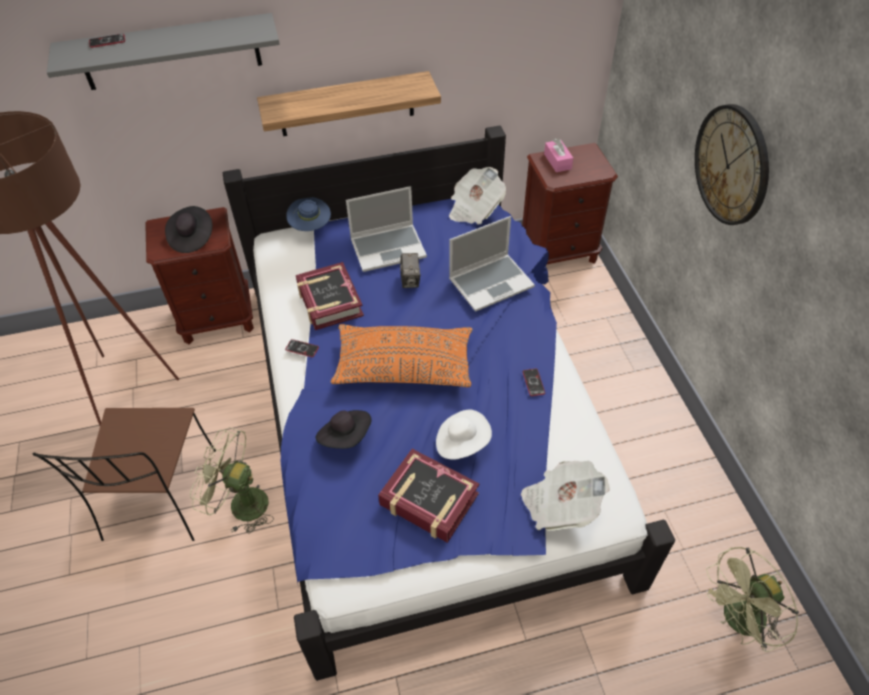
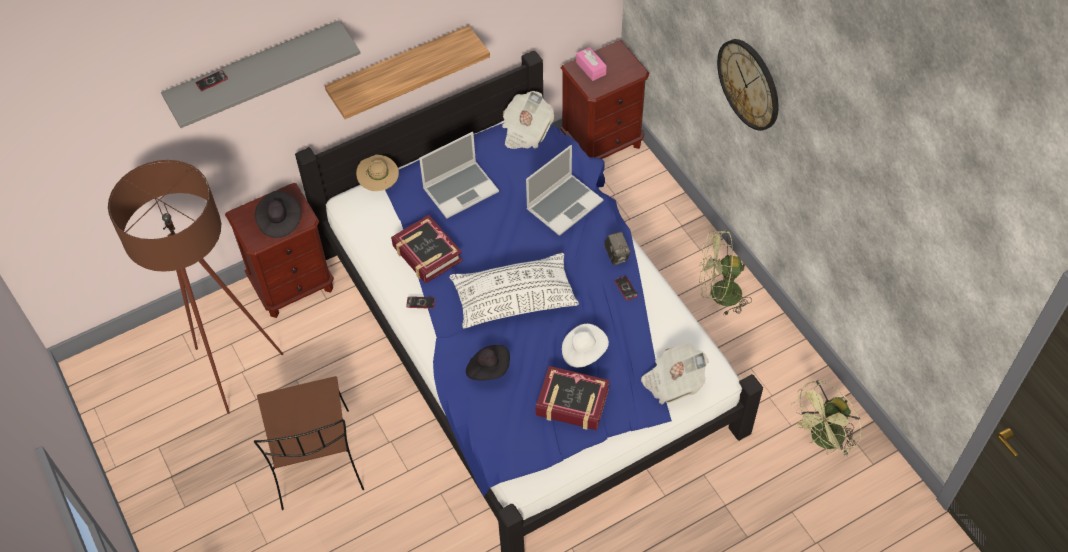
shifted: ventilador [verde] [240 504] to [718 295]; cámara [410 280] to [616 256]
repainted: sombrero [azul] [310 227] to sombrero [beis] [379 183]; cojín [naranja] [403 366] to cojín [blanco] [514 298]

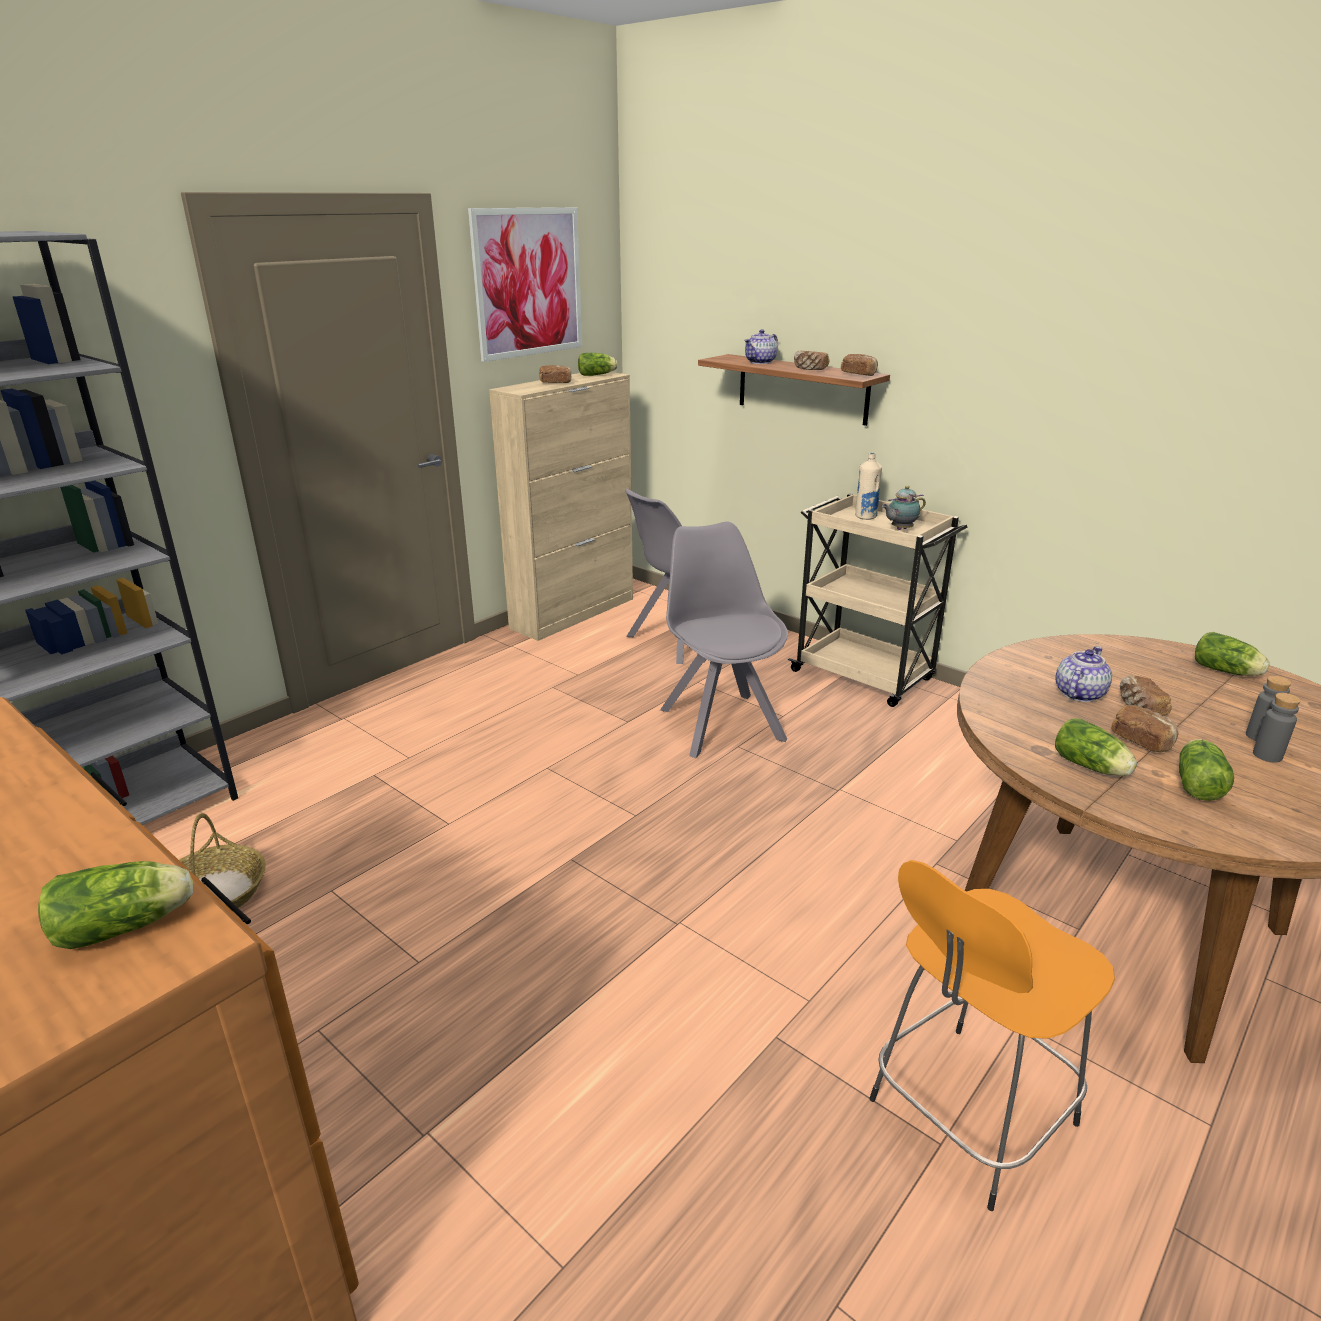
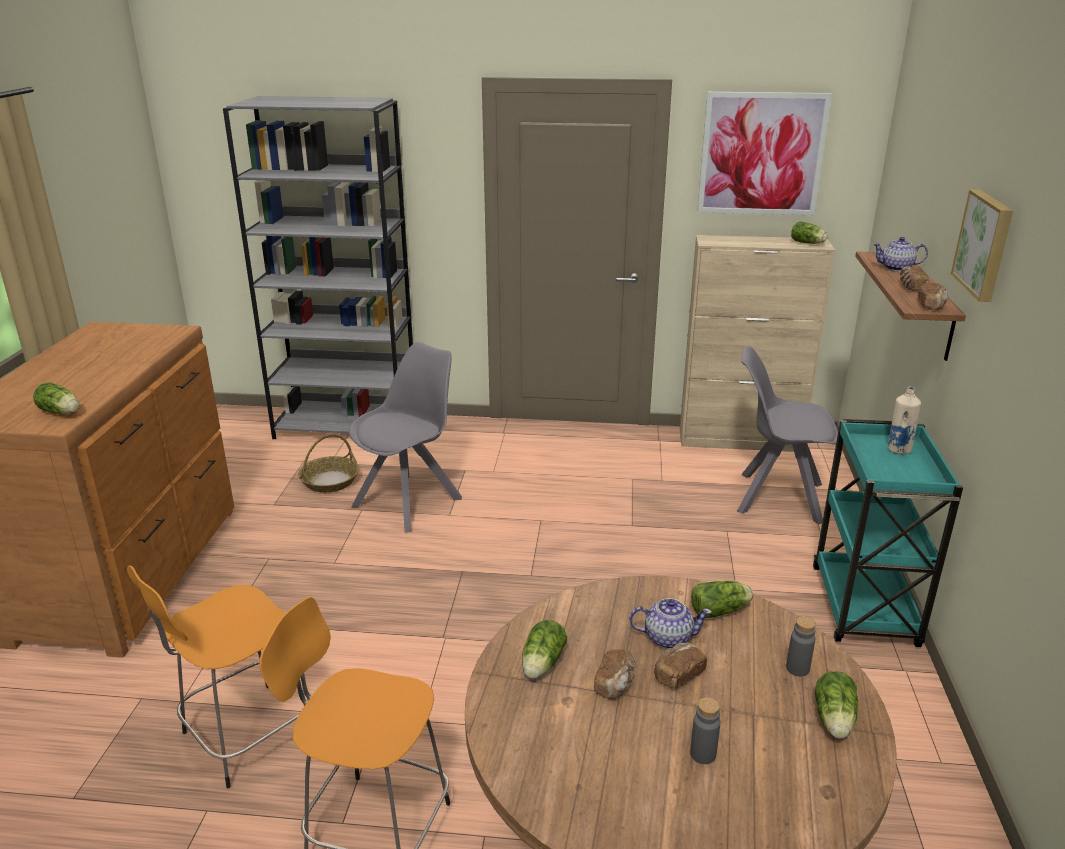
gone: pan [555 383]; tetera [900 529]
new: taburete [naranja] [244 736]; cuadro [985 244]
shifted: silla [gris] [720 722] to [409 501]; lechuga [1197 783] to [721 610]; botella [gris] [1267 755] to [797 668]
repainted: carrito [beis] [864 676] to carrito [turquesa] [864 608]

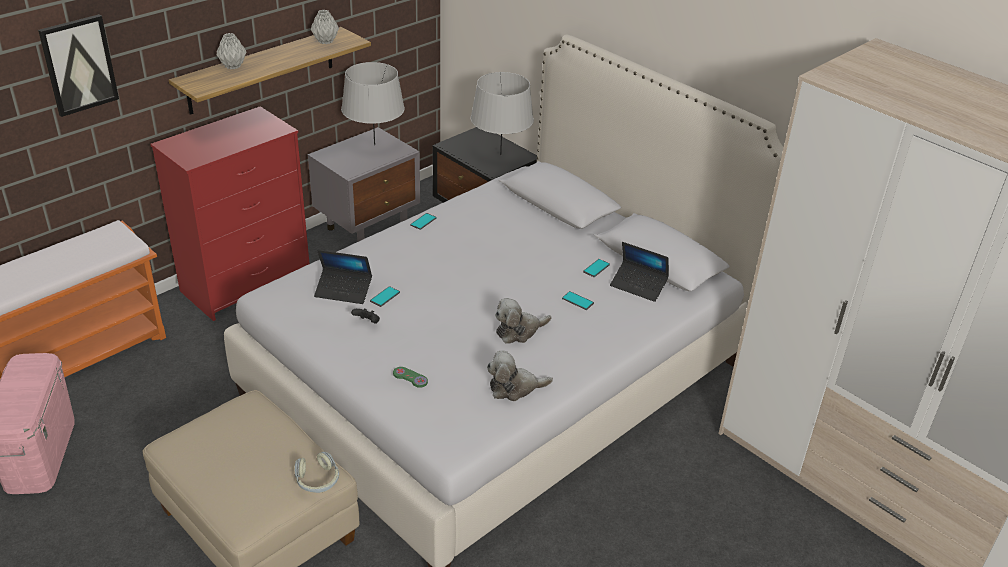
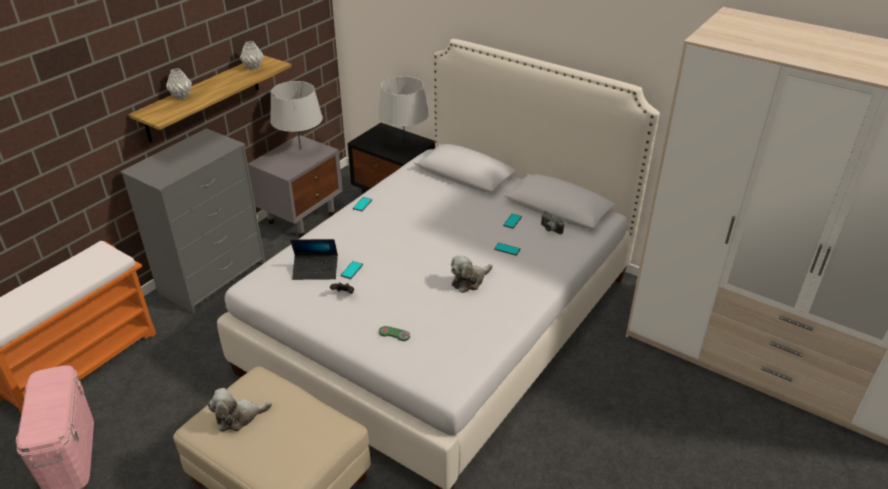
gone: cuadro [78 65]; auriculares [317 480]
shifted: peluche [514 387] to [239 417]
swapped: portátil [638 286] to cámara [549 230]
repainted: cómoda [rojo] [247 282] to cómoda [gris] [213 277]

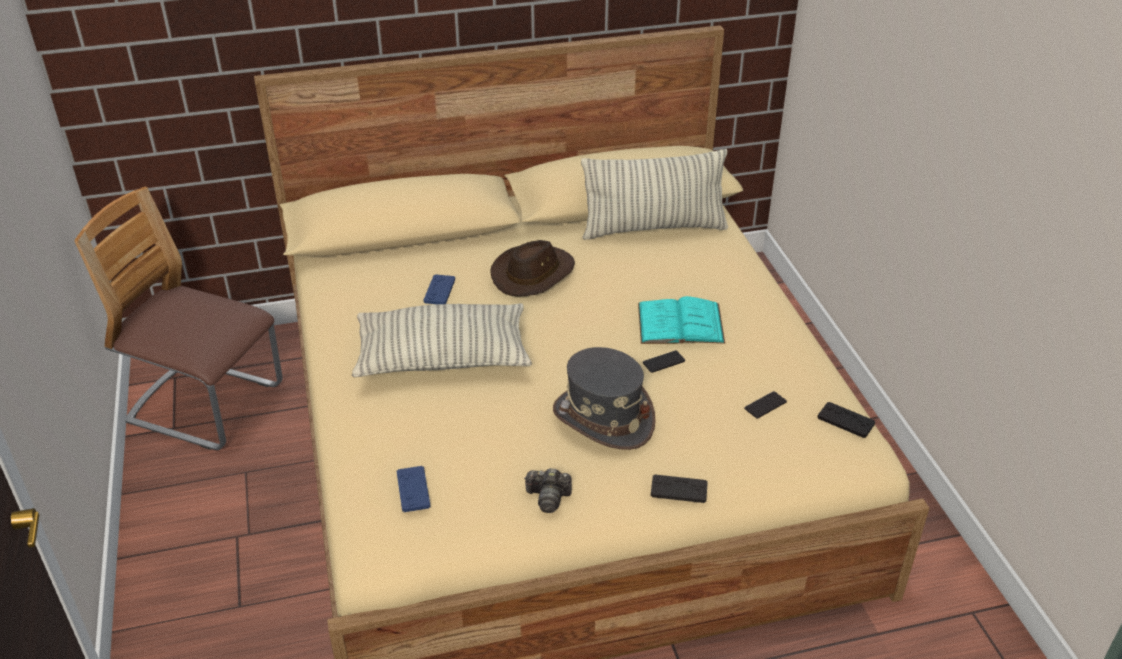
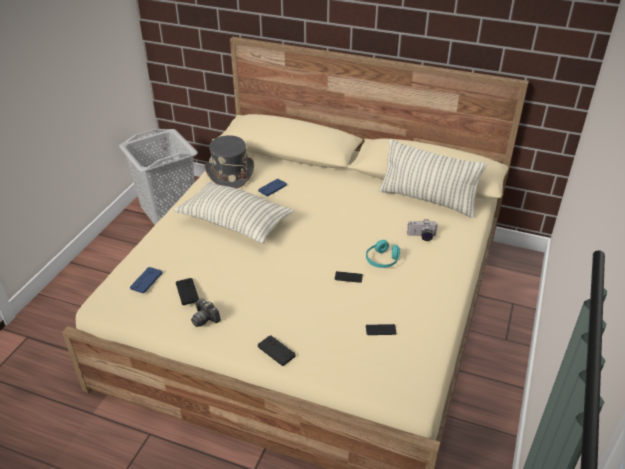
gone: sombrero [marrón] [533 273]
new: cámara [421 237]
shifted: sombrero [gris] [603 418] to [230 174]; mando de consola [negro] [845 421] to [187 292]
swapped: silla [206 405] to cesto de la ropa [gris] [168 209]; libro [turquesa] [680 323] to auriculares [turquesa] [382 260]

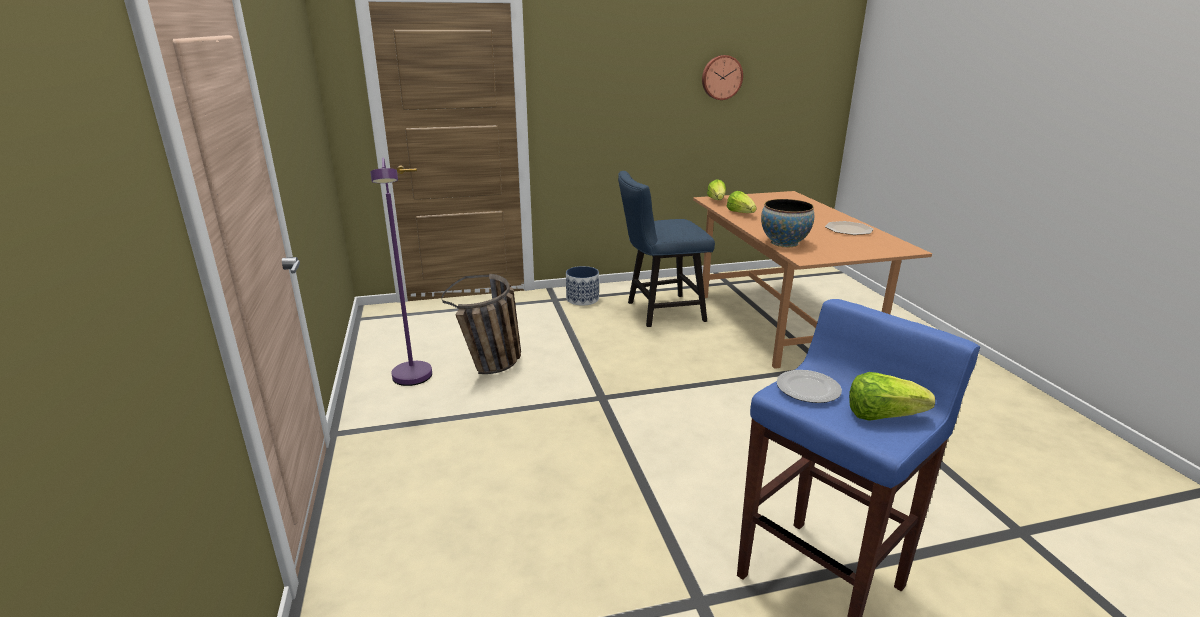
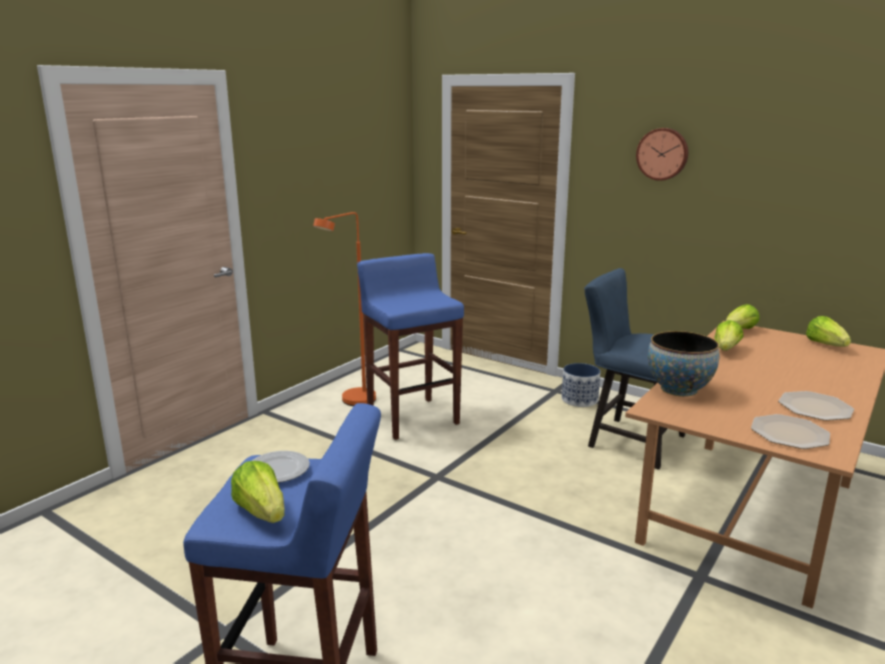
new: plato [790 434]; lechuga [826 345]
shifted: reloj de pared [721 77] to [662 154]
swapped: cesta [493 367] to taburete [azul] [412 418]
repainted: lámpara de pie [morado] [413 381] to lámpara de pie [naranja] [353 403]

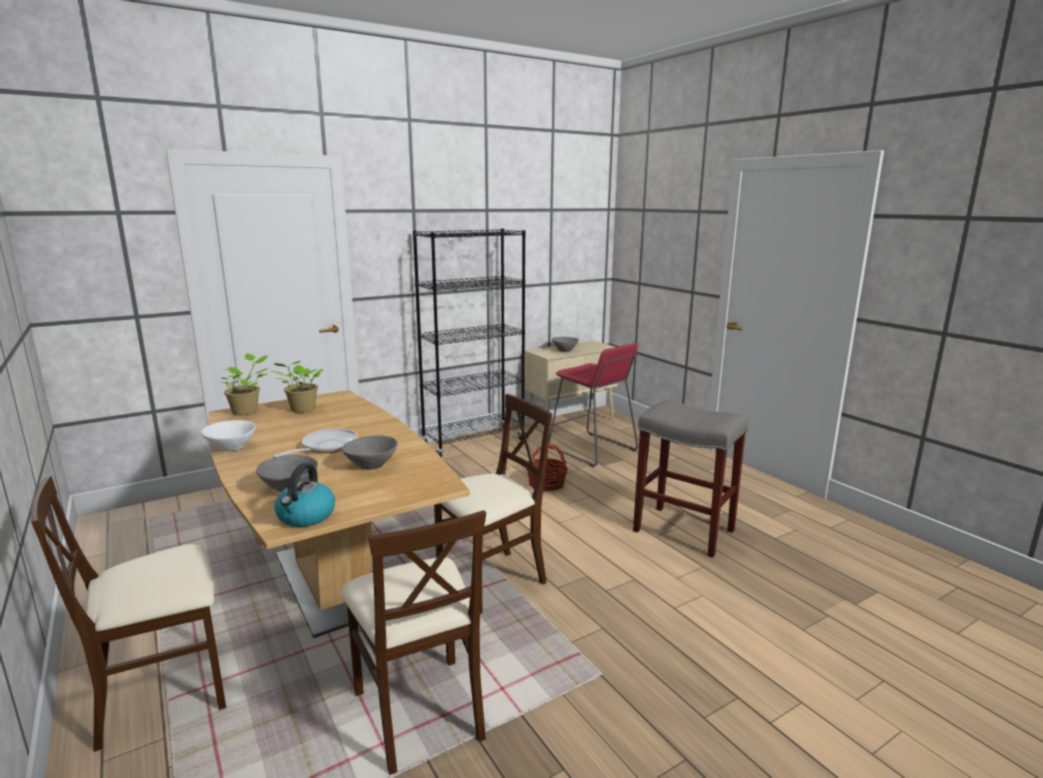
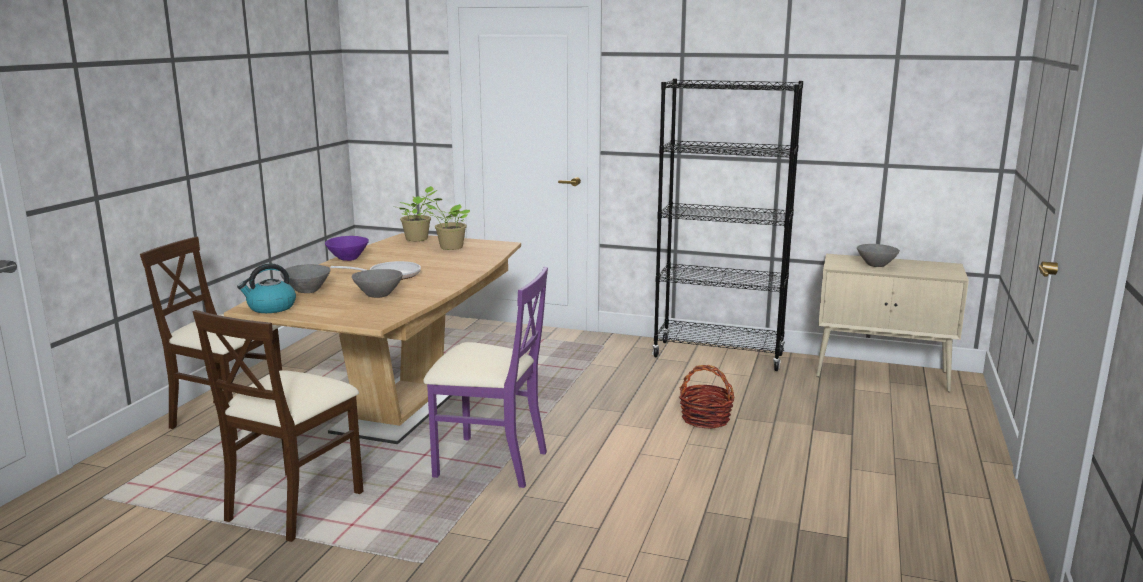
gone: taburete [rojo] [592 449]; taburete [gris] [685 531]
repainted: cuenco [blanco] [231 448] to cuenco [morado] [348 259]; silla [beis] [491 581] to silla [morado] [490 463]

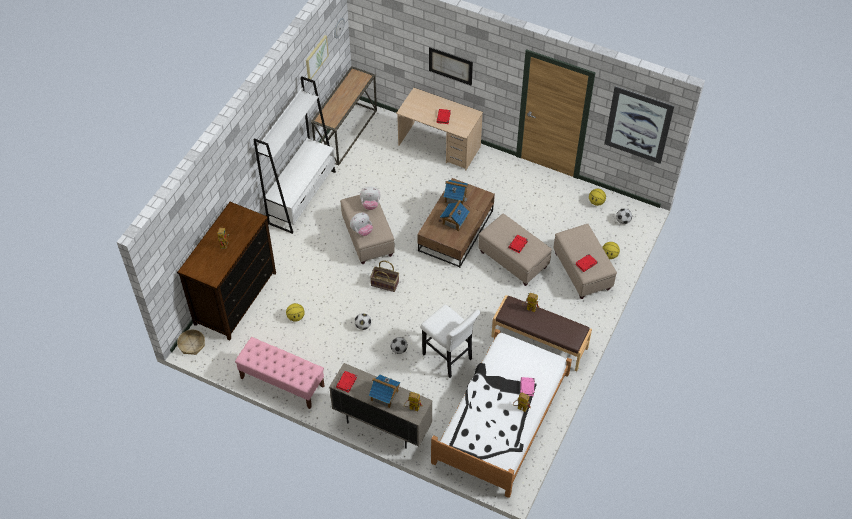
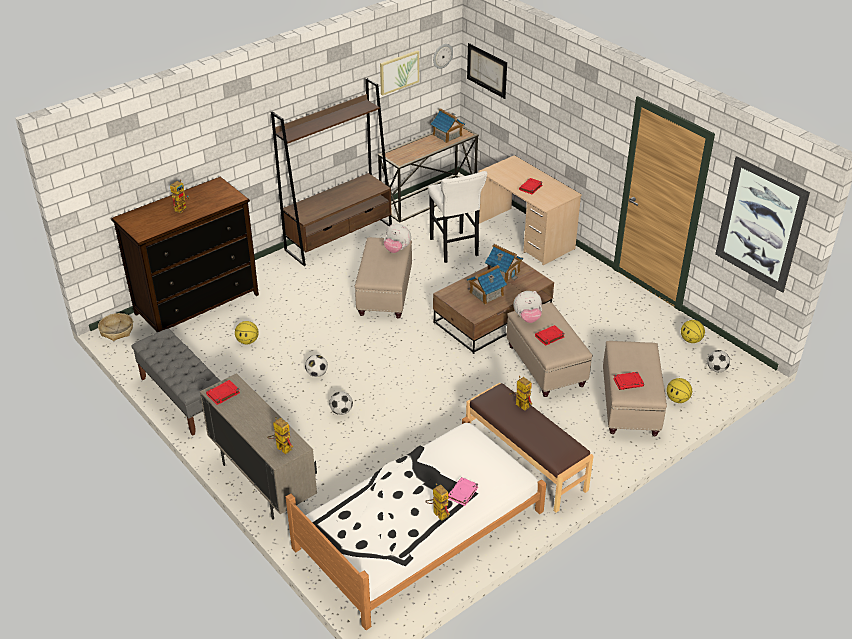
gone: cesta [385 283]
shifted: peluche [361 231] to [527 318]; casita [384 395] to [447 135]; taburete [blanco] [449 358] to [454 249]; cuadro [450 66] to [487 70]
repainted: banco [rosa] [282 382] to banco [gris] [182 398]; estantería [blanco] [302 197] to estantería [marrón] [339 238]

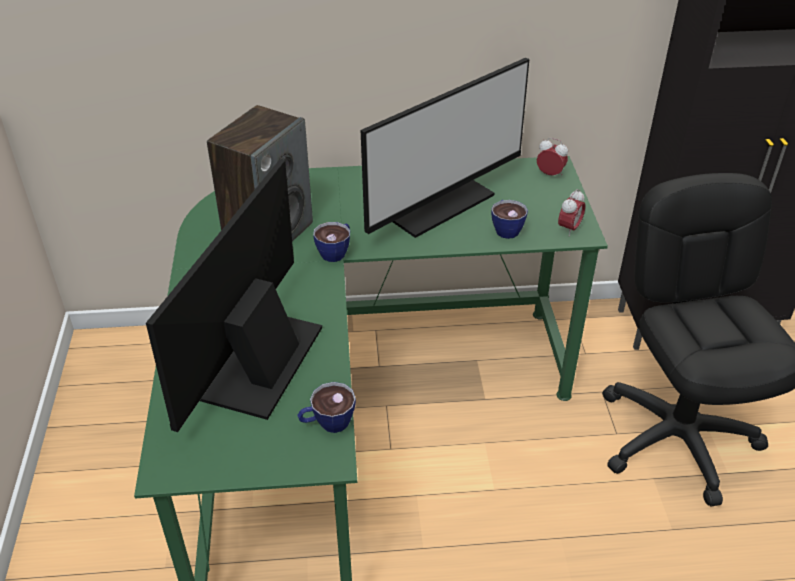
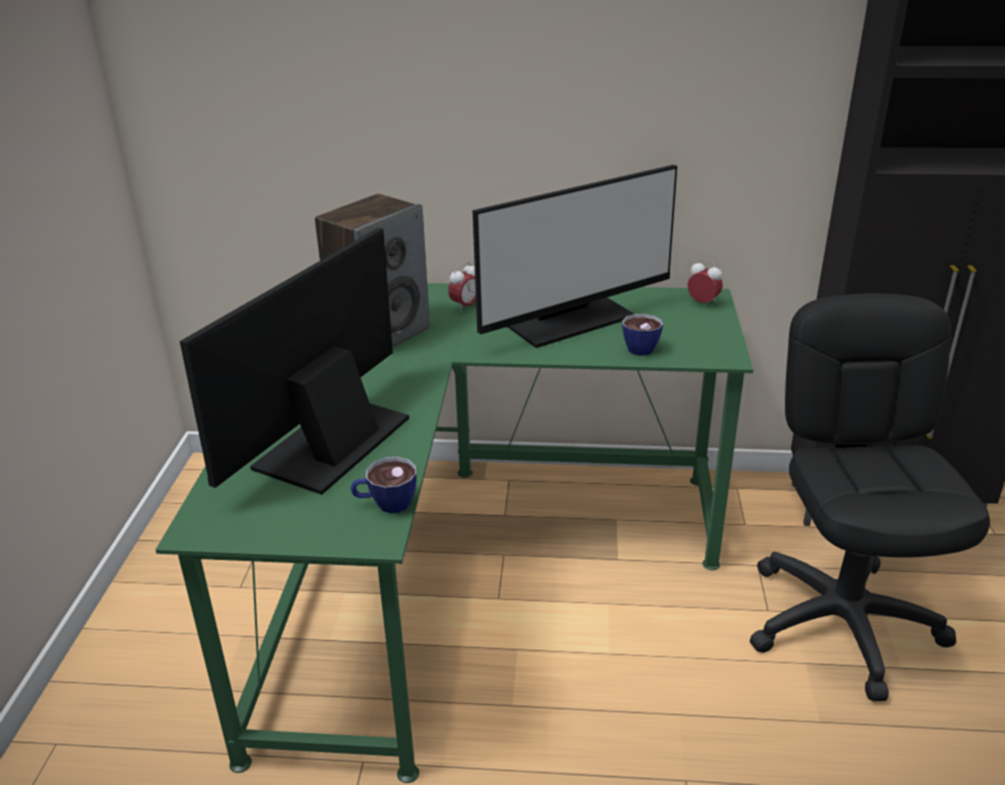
gone: taza [336 251]
shifted: despertador [569 229] to [465 306]

